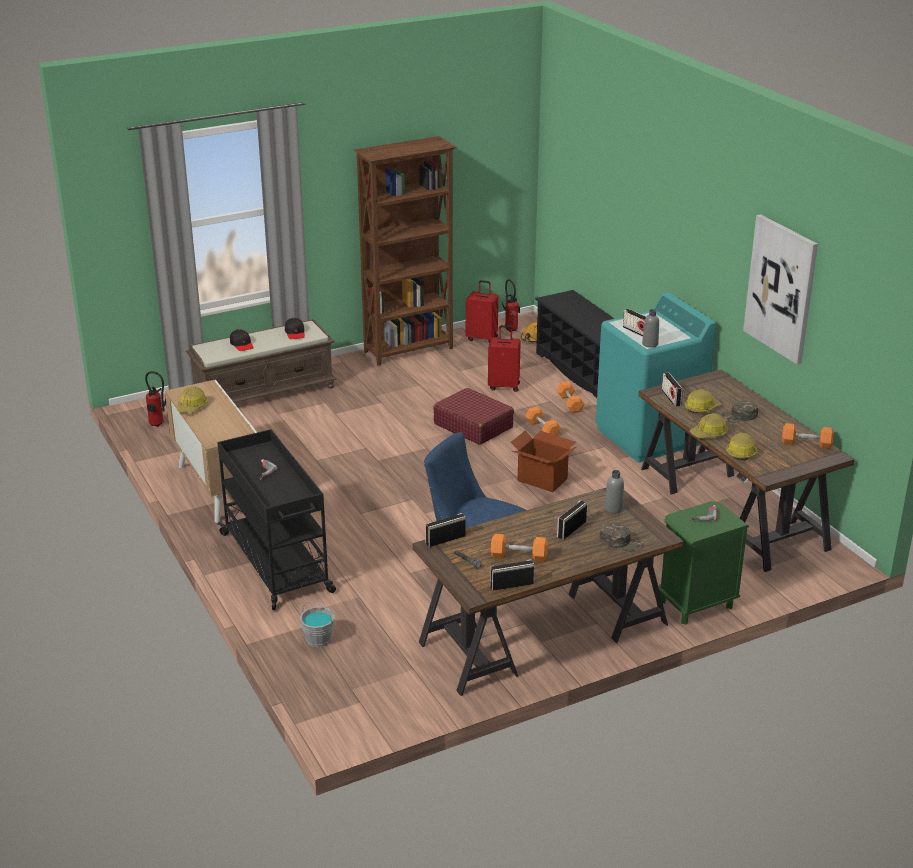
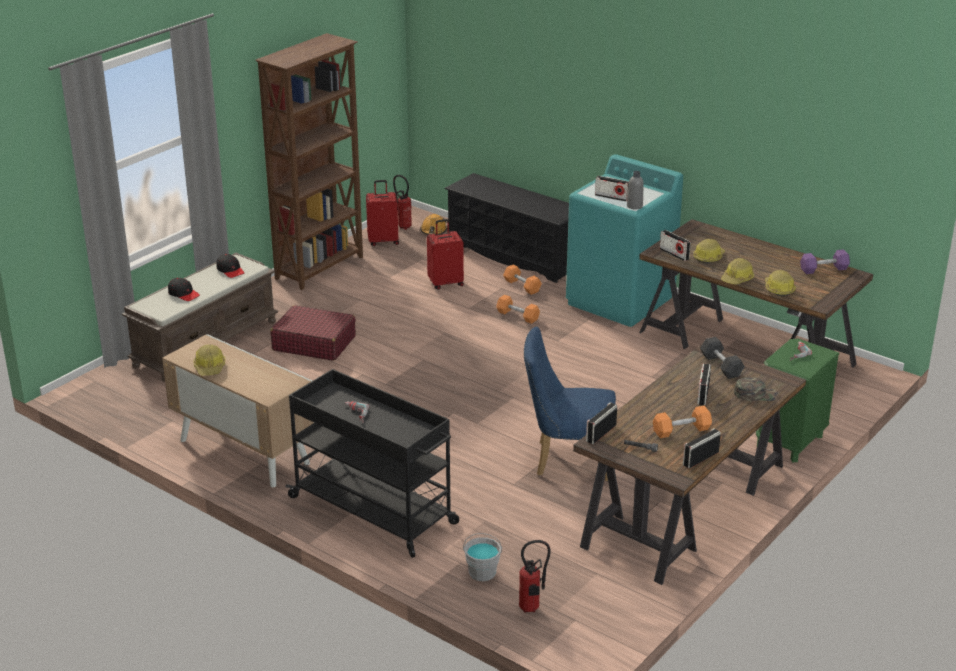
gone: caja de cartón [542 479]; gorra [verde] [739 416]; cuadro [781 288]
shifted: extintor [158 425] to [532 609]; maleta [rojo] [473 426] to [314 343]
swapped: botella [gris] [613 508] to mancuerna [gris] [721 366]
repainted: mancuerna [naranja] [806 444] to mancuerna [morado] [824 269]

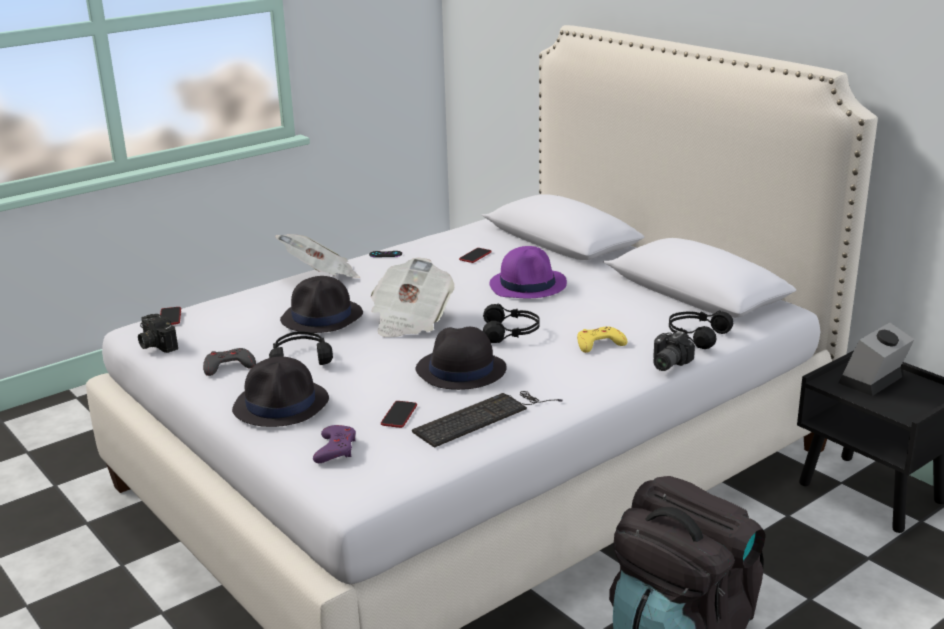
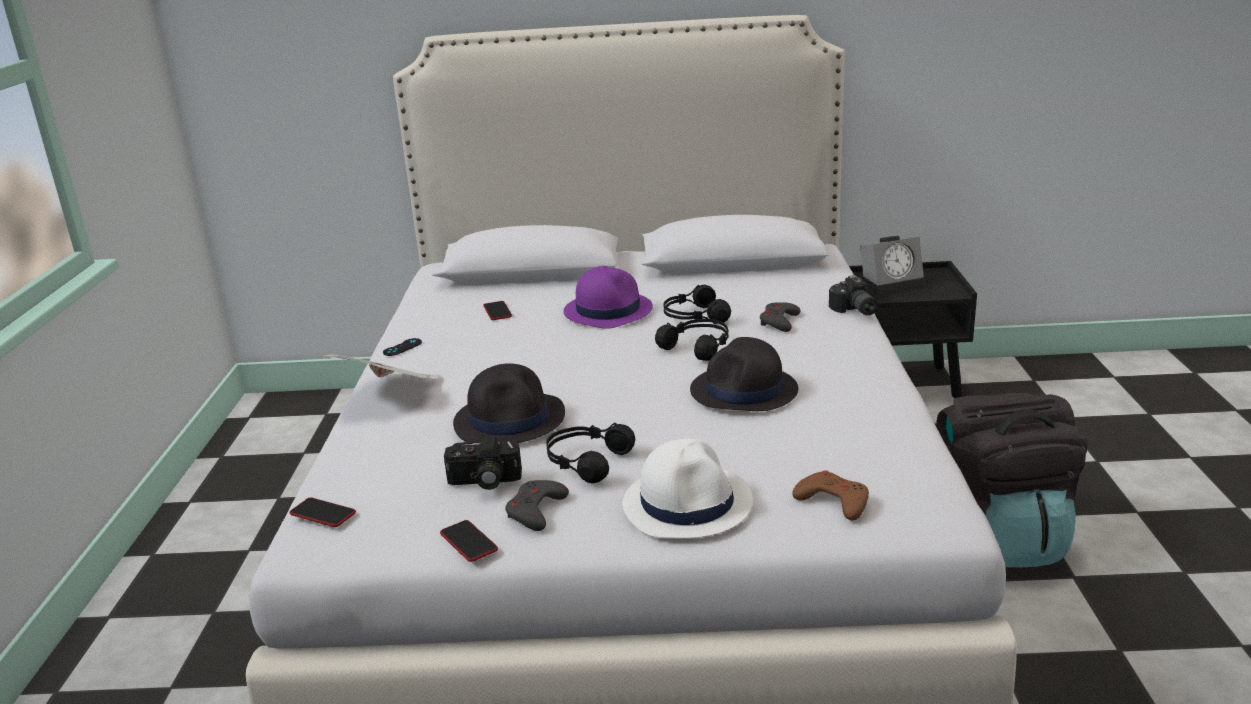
gone: periódico [410 320]; teclado [483 416]
shifted: cámara [155 344] to [484 481]; móvil [399 415] to [468 542]; auriculares [negro] [696 336] to [694 317]
repainted: sombrero [negro] [282 405] to sombrero [blanco] [688 503]; mando de consola [morado] [335 449] to mando de consola [marrón] [833 501]; mando de consola [amarillo] [599 344] to mando de consola [gris] [779 321]
rotated: despertador [872 382] = [892 284] 105 degrees counterclockwise

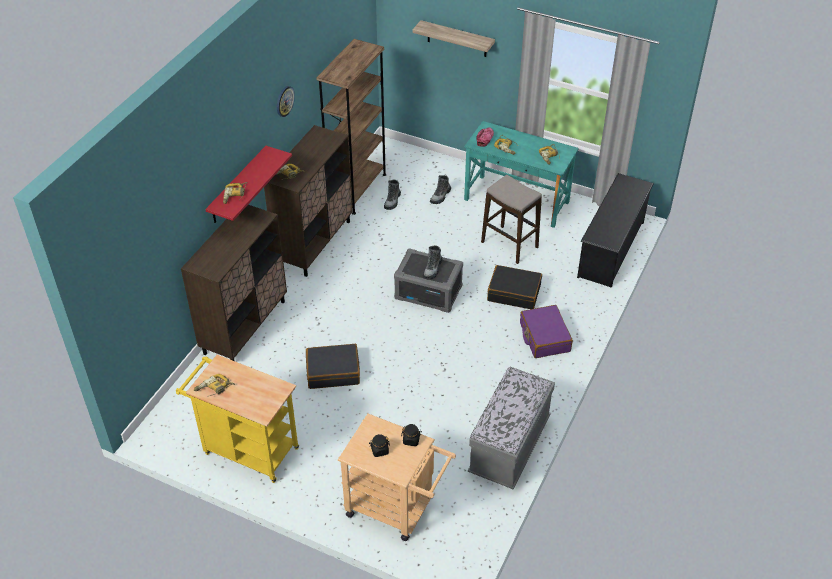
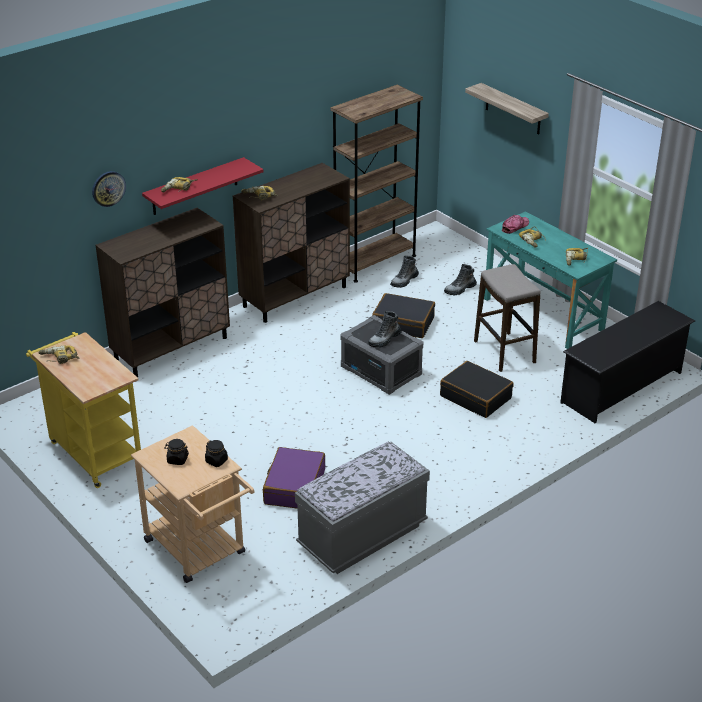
shifted: reloj de pared [284 101] to [108 188]; maleta [negro] [333 372] to [403 323]; maleta [morado] [544 337] to [294 487]

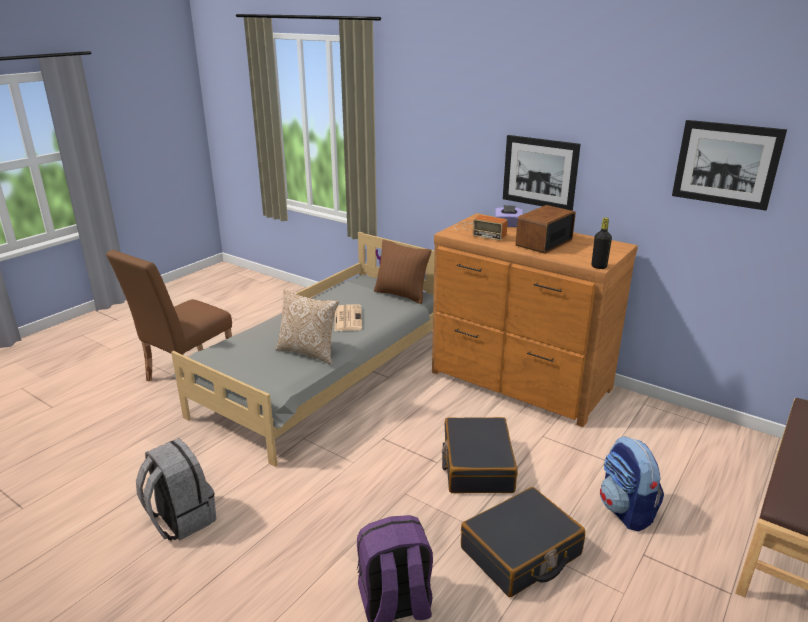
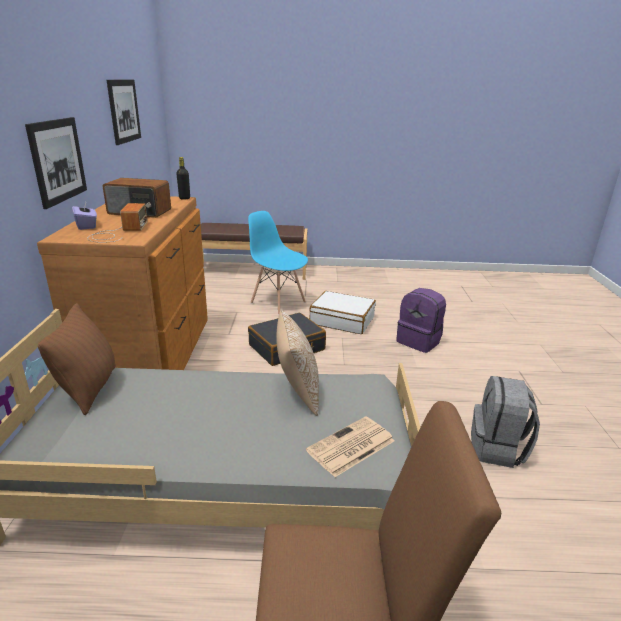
shifted: periódico [347 318] to [350 447]
swapped: mochila [626 511] to silla [azul] [278 302]
repainted: maleta [negro] [521 552] to maleta [blanco] [342 320]

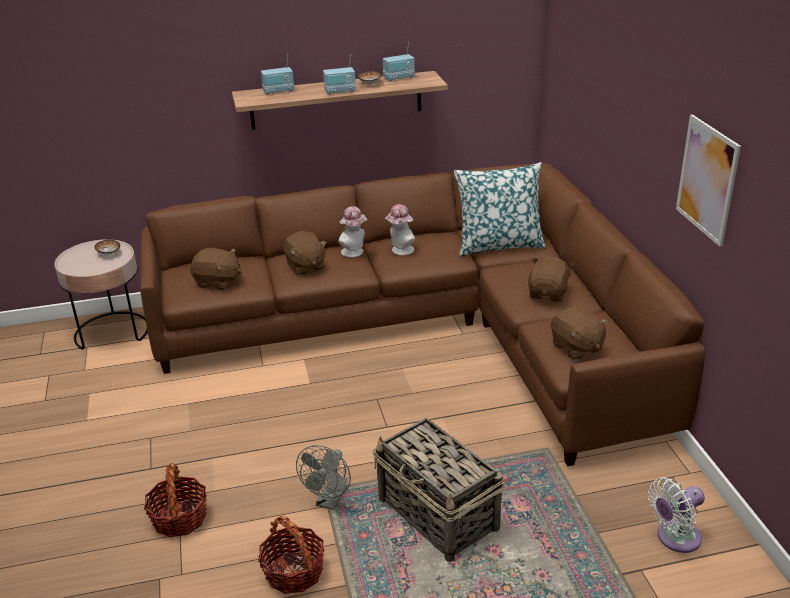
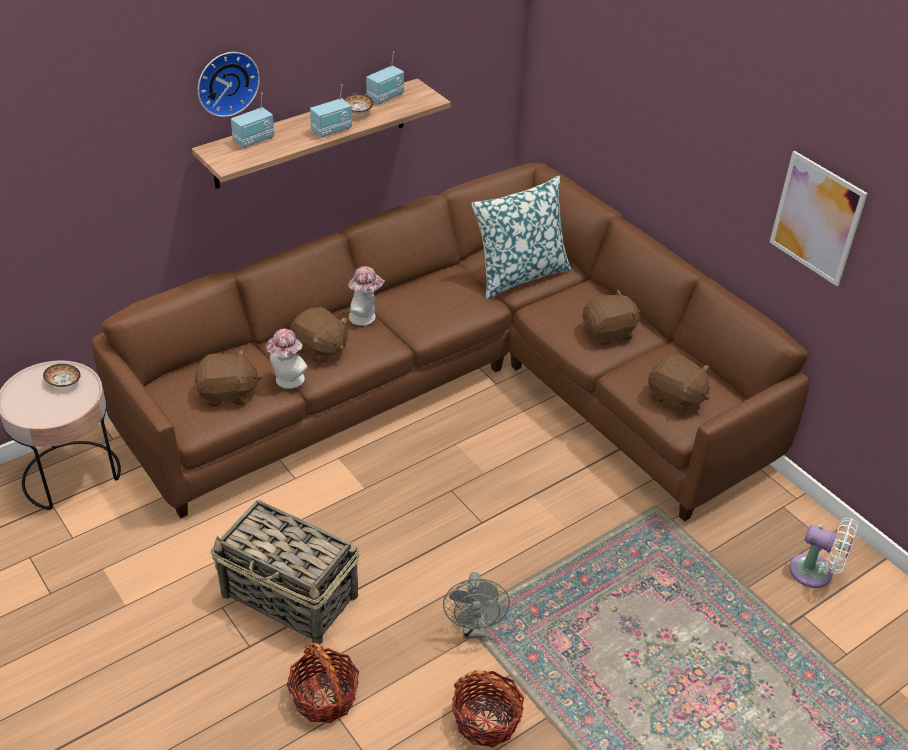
new: reloj de pared [226 82]
shifted: cesta [438 515] to [291 596]; sombrero [400 251] to [287 381]
rotated: peluche [marrón] [548 293] = [609 333] 75 degrees clockwise; ventilador [blanco] [675 538] = [816 573] 105 degrees counterclockwise

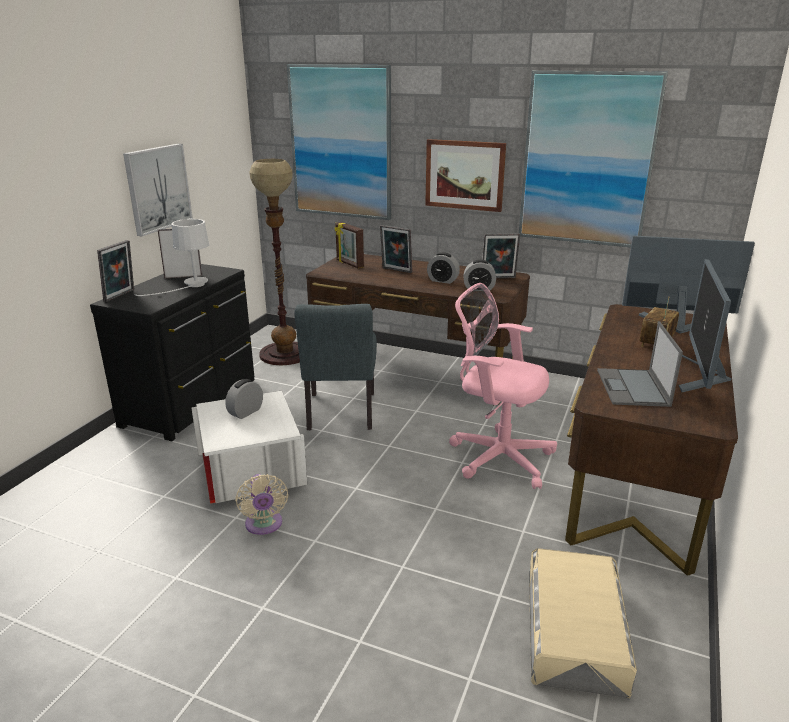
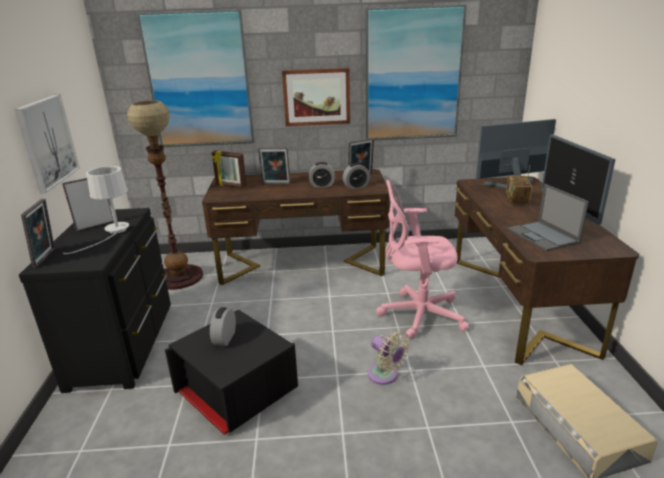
gone: silla [gris] [340 415]
shifted: ventilador [beis] [264 525] to [385 376]
repainted: caja de almacenaje [blanco] [250 473] to caja de almacenaje [negro] [236 393]

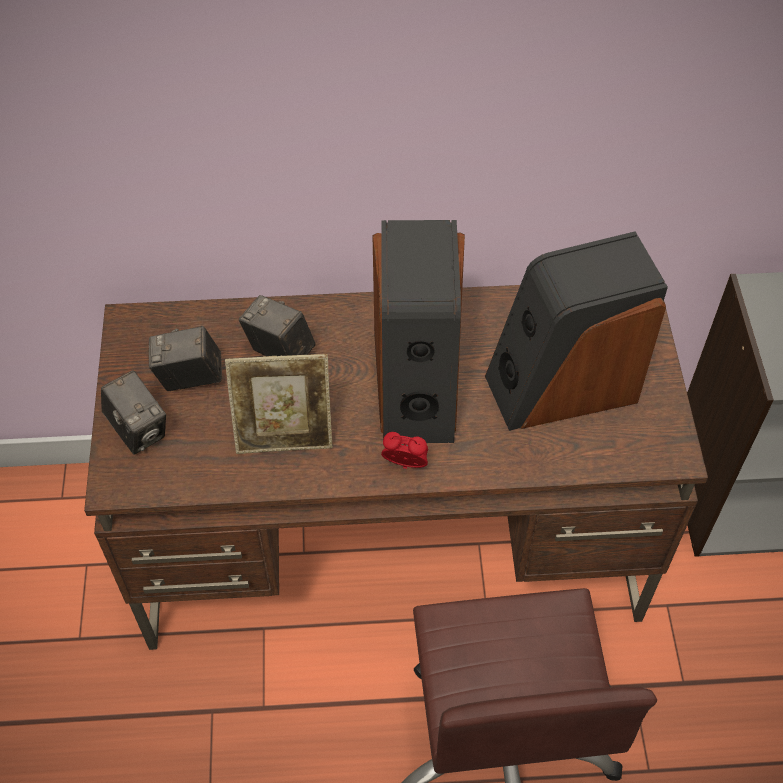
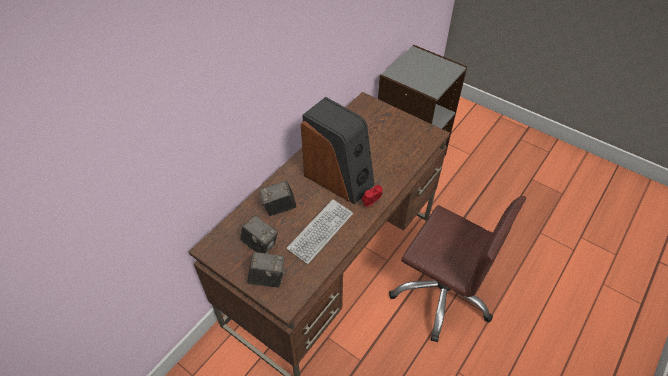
gone: altavoz [561 386]
swapped: portarretratos [284 435] to teclado [320 231]
rotated: cámara [190 377] = [260 245] 90 degrees counterclockwise

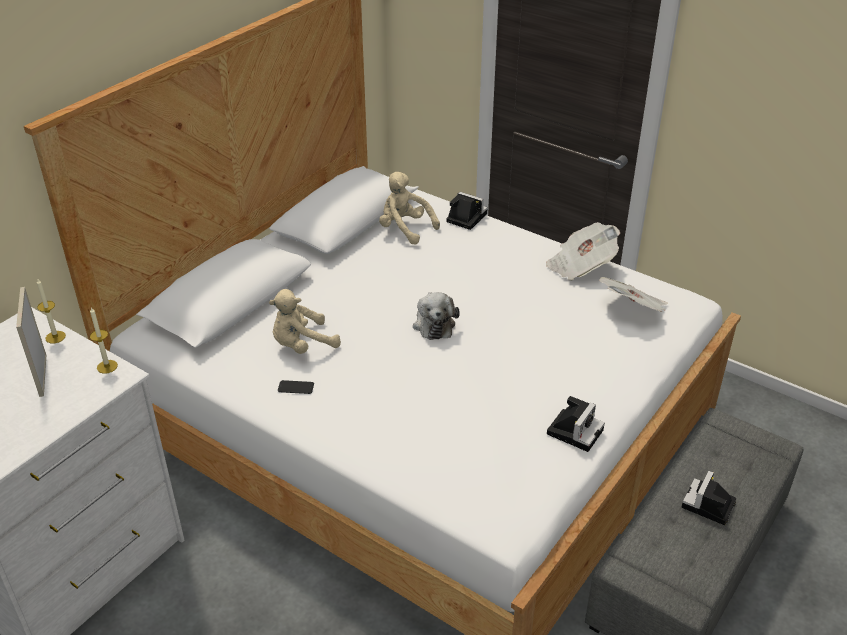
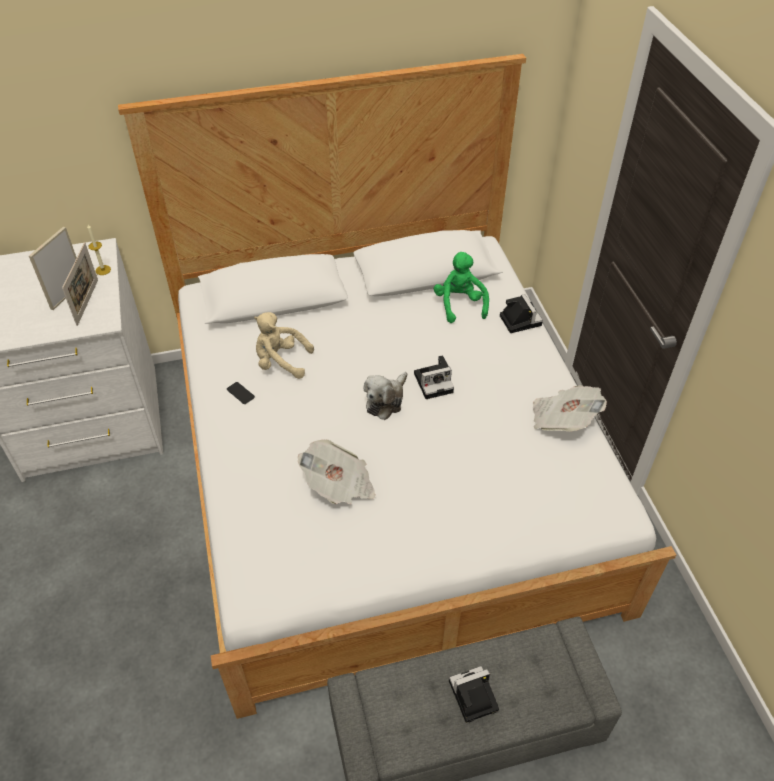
gone: vela [107 366]
new: portarretratos [87 302]
shifted: cámara [575 430] to [434 382]; periódico [633 310] to [339 485]
repainted: peluche [beis] [405 229] to peluche [verde] [459 304]

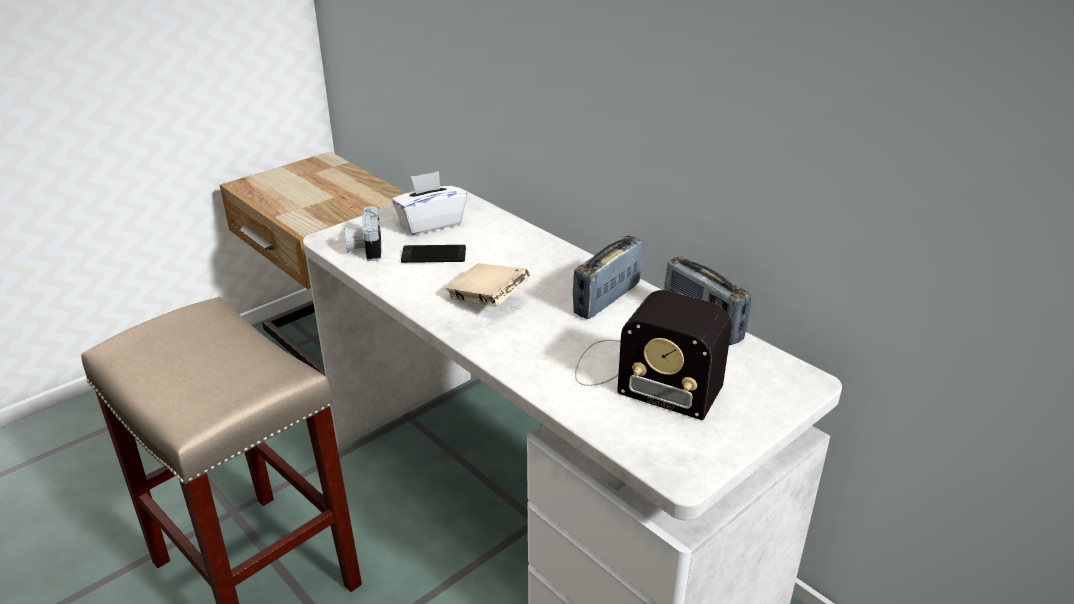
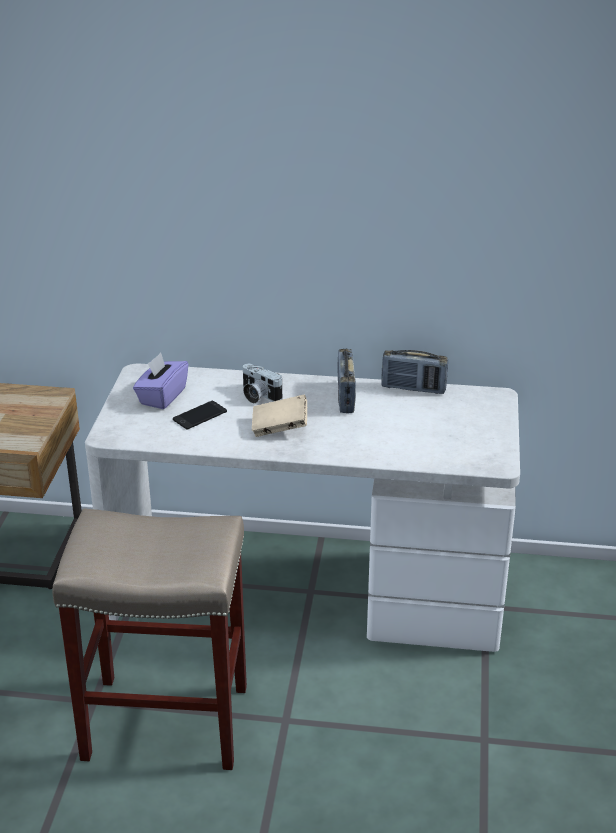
gone: radio [641 376]
shifted: cámara [365 247] to [258 396]
repainted: caja de pañuelos [blanco] [430 223] to caja de pañuelos [morado] [162 396]

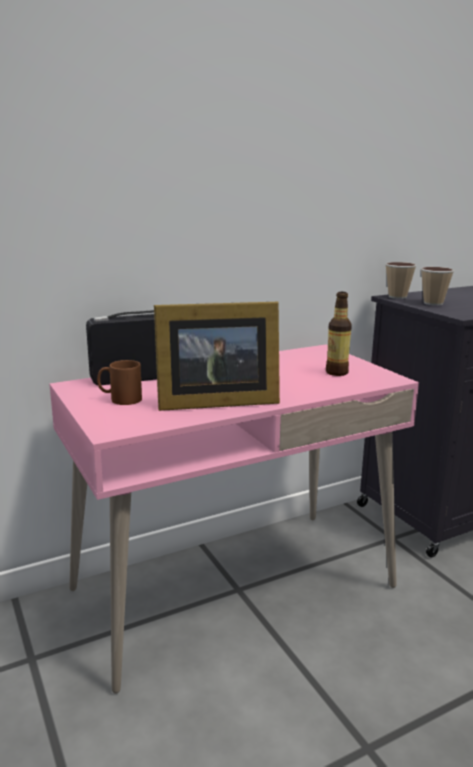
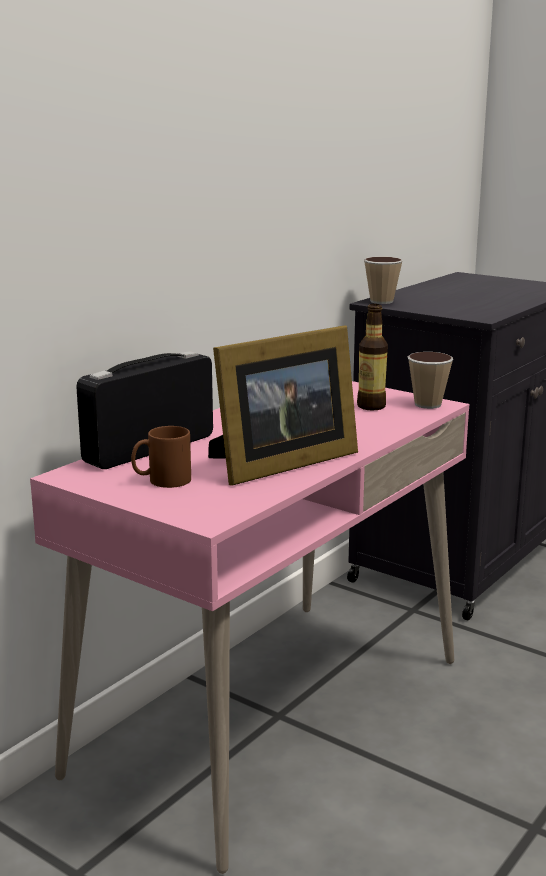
shifted: taza [433 303] to [427 404]

